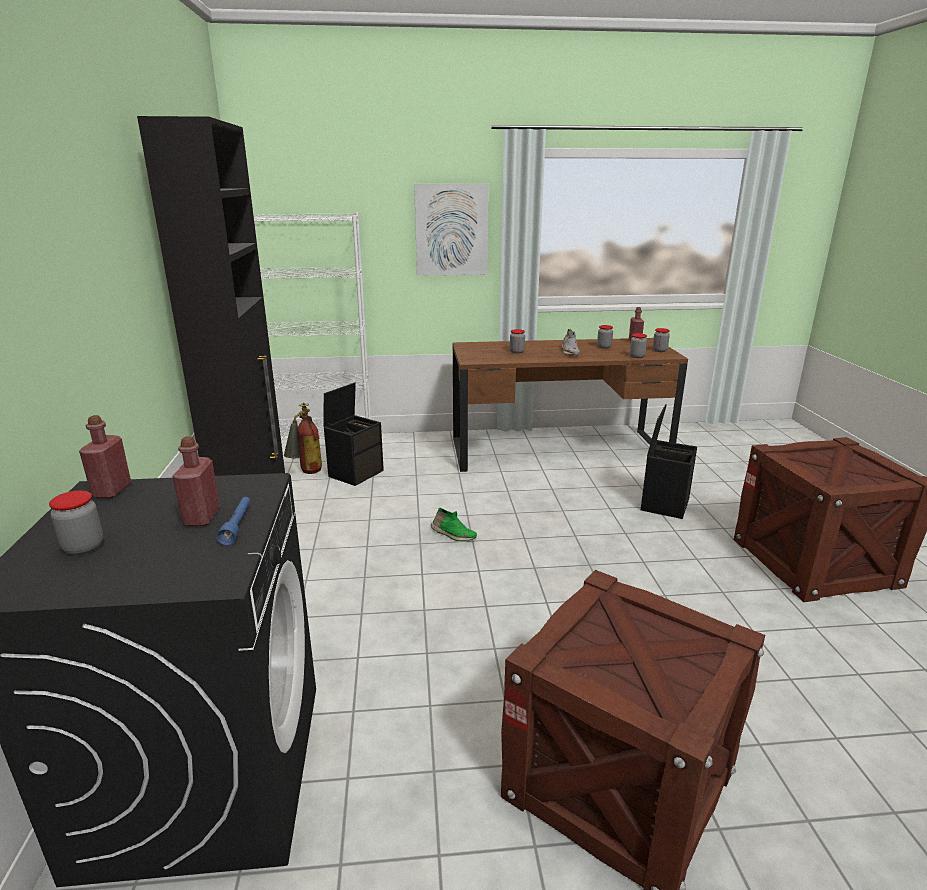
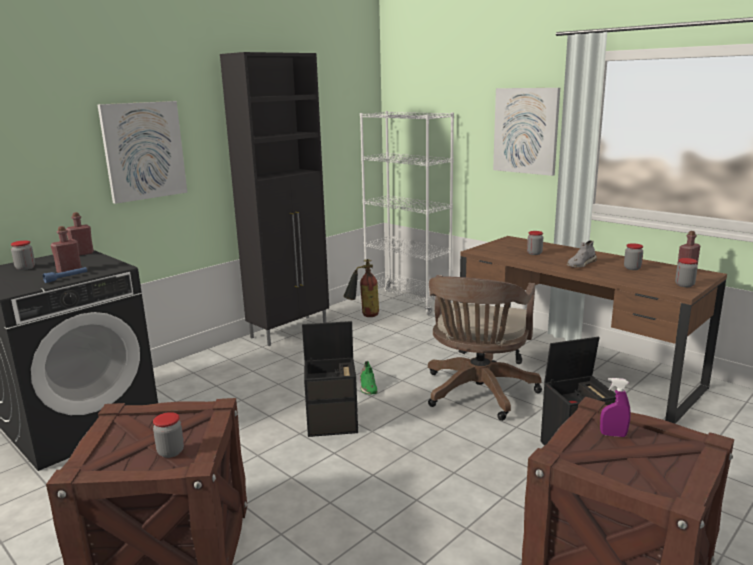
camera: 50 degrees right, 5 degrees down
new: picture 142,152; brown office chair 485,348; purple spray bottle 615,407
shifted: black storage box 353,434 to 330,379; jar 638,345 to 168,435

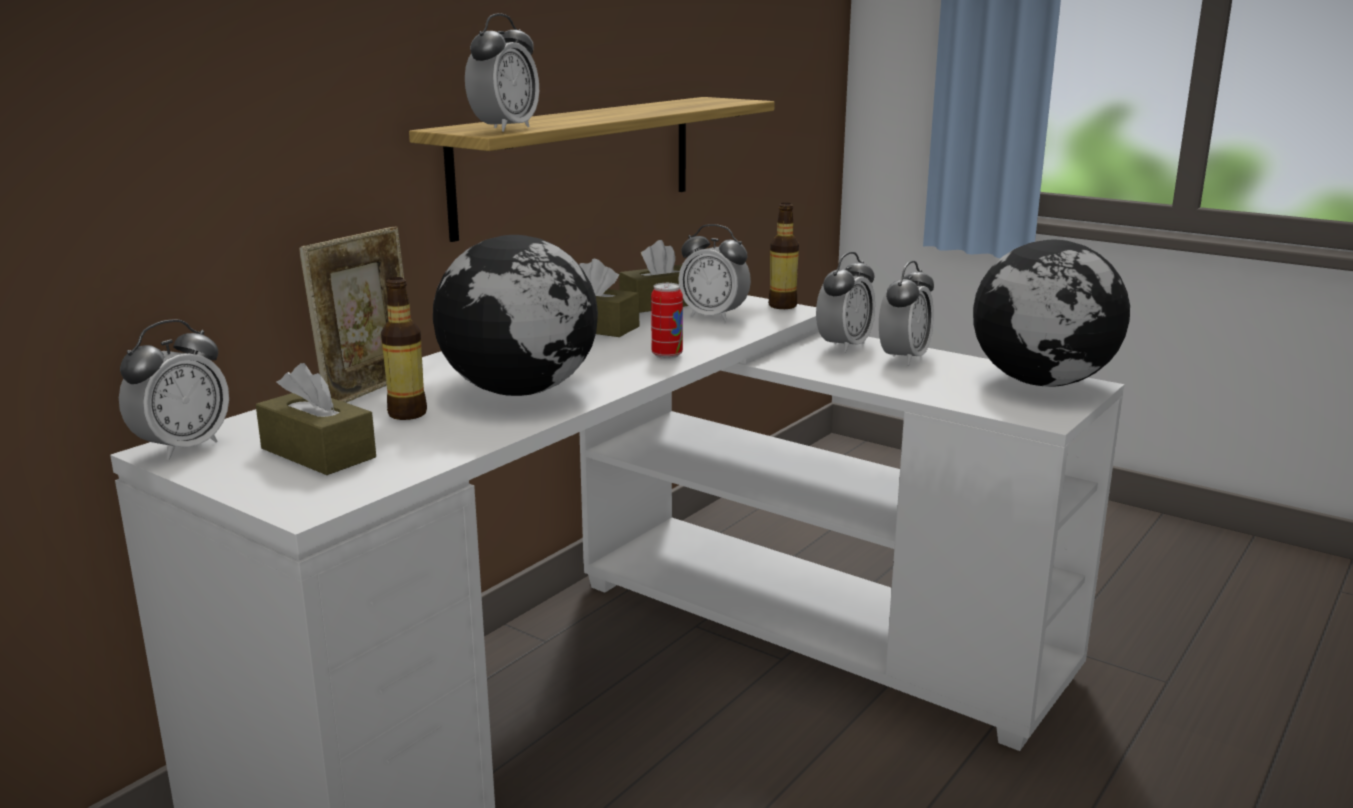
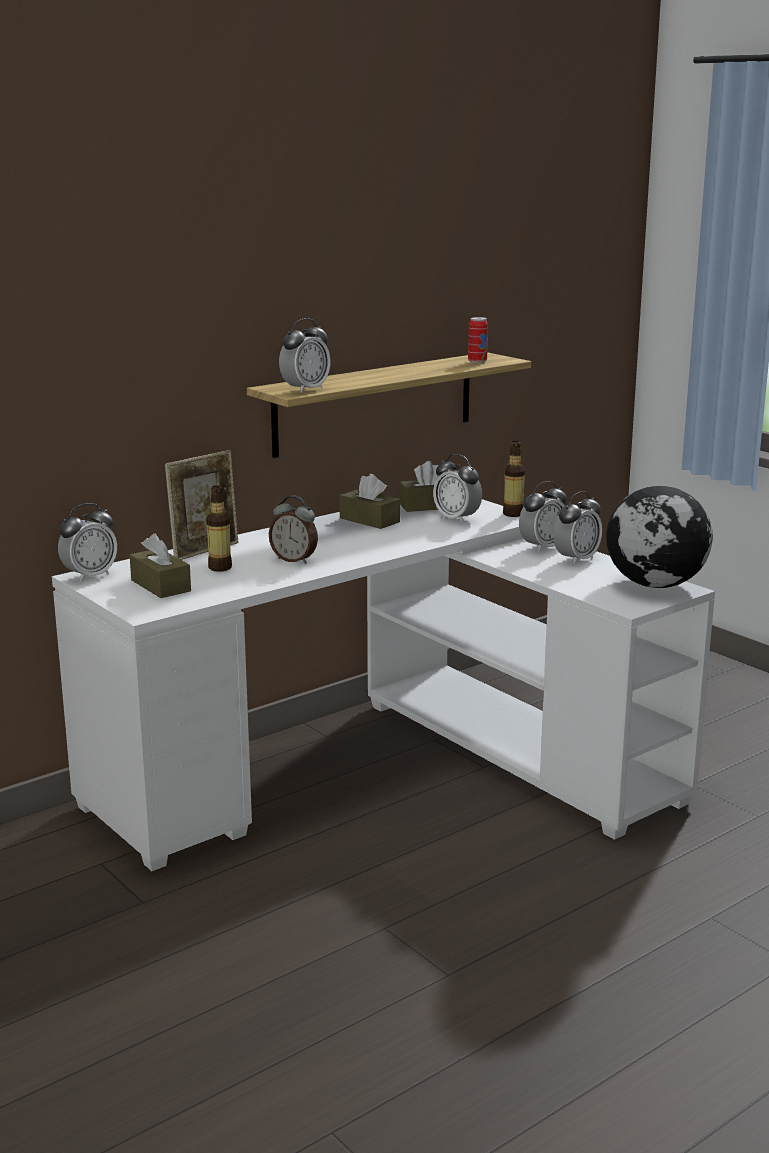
camera: 15 degrees right, 0 degrees up
shifted: can 667,321 to 478,340
swapped: globe 515,315 to alarm clock 293,530

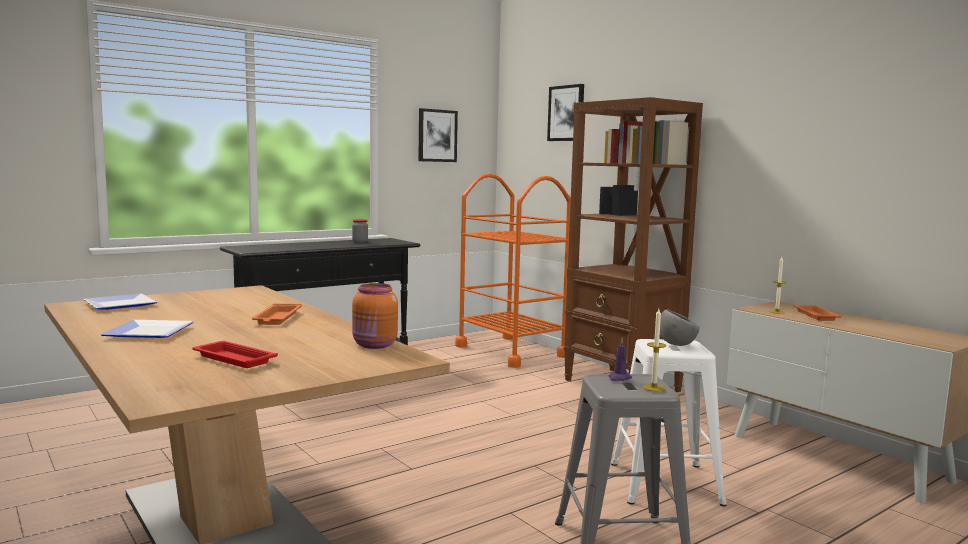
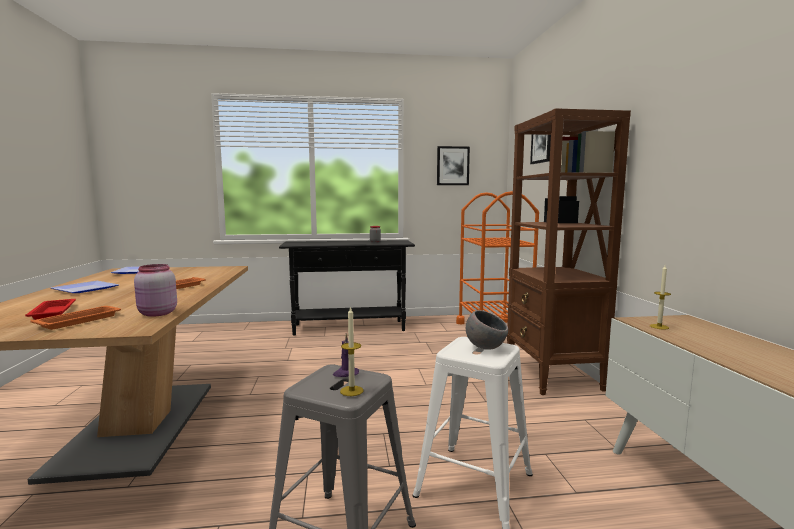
camera: 30 degrees right, 0 degrees up
shifted: orange tray 817,313 to 75,318
repainted: orange jar 375,316 to pink jar 155,290

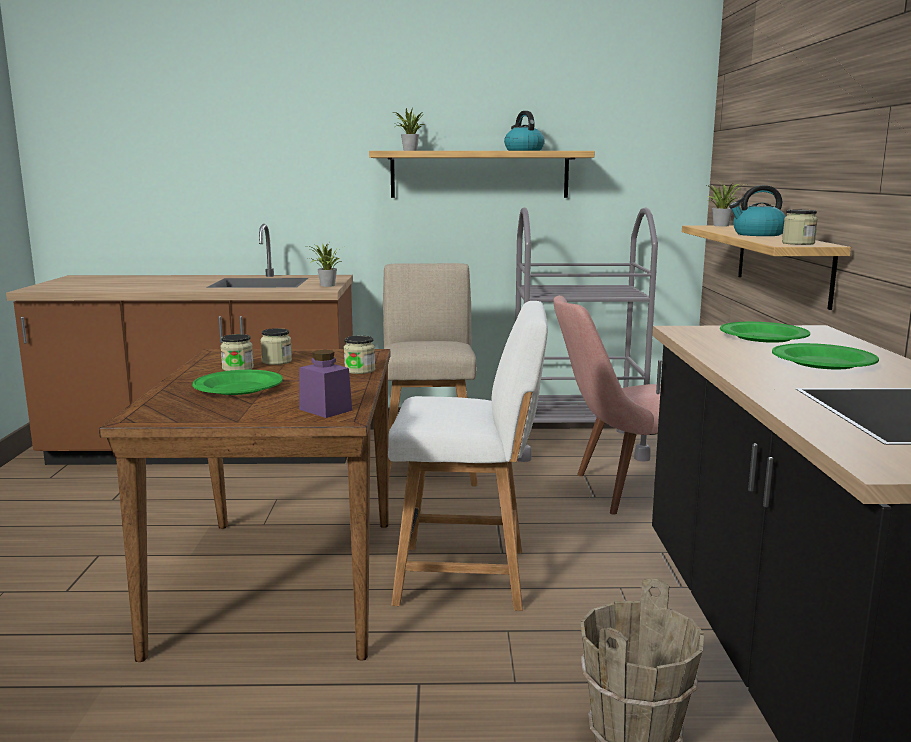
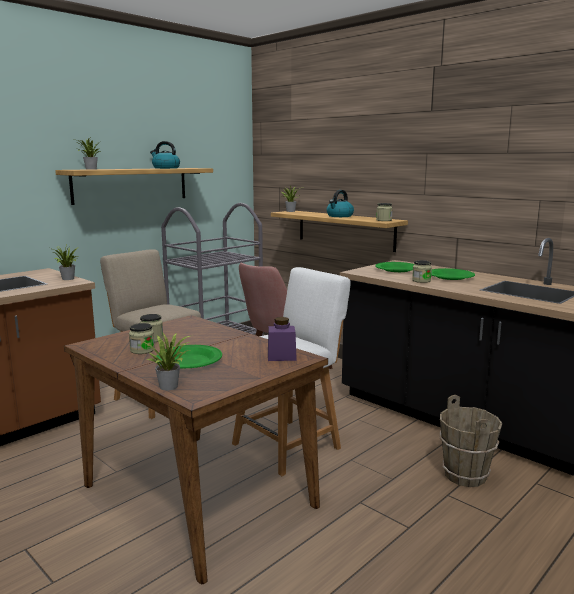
camera: 45 degrees left, 0 degrees up
new: potted plant 167,361
shifted: jar 359,355 to 422,271

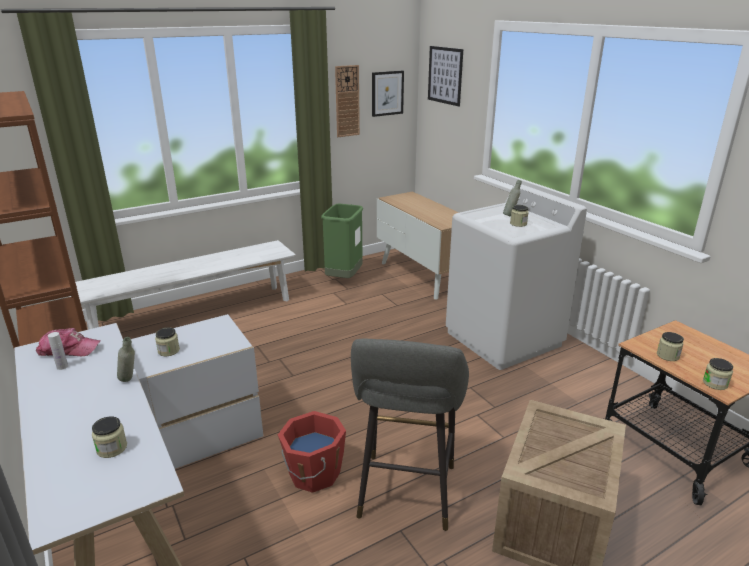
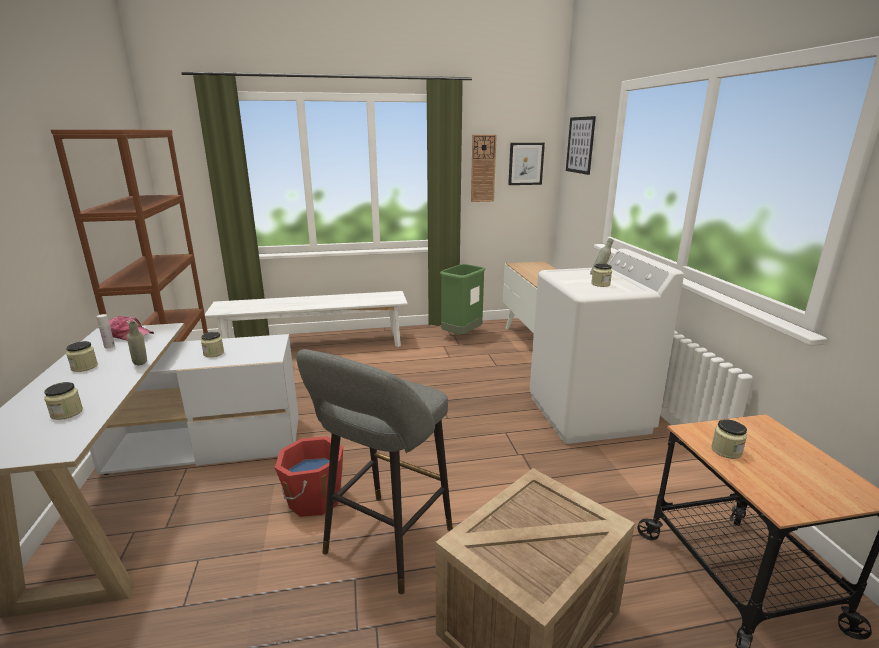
camera: 20 degrees right, 5 degrees down
shifted: jar 718,374 to 82,356

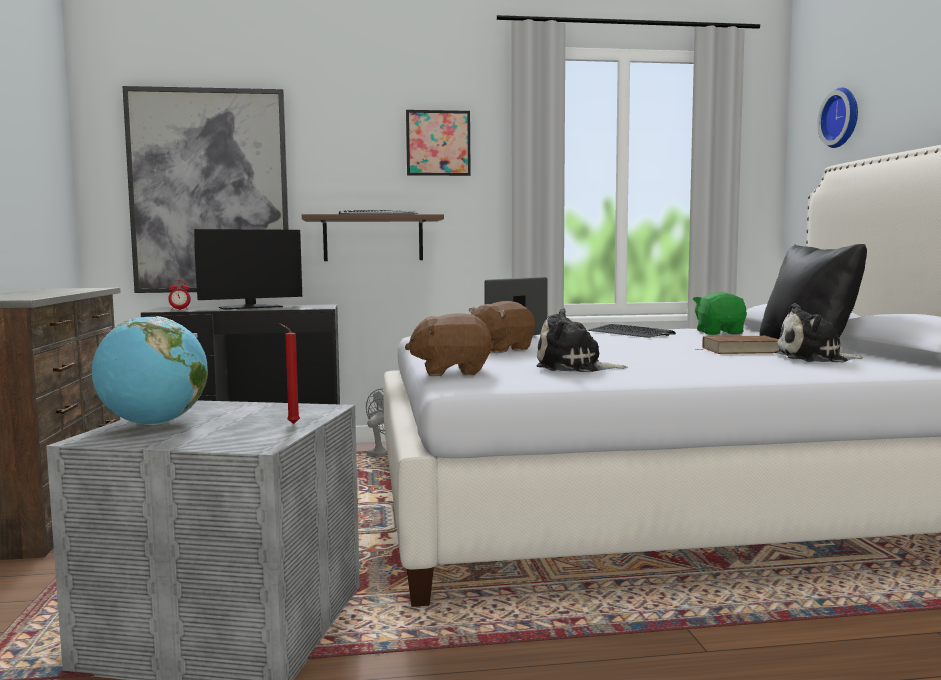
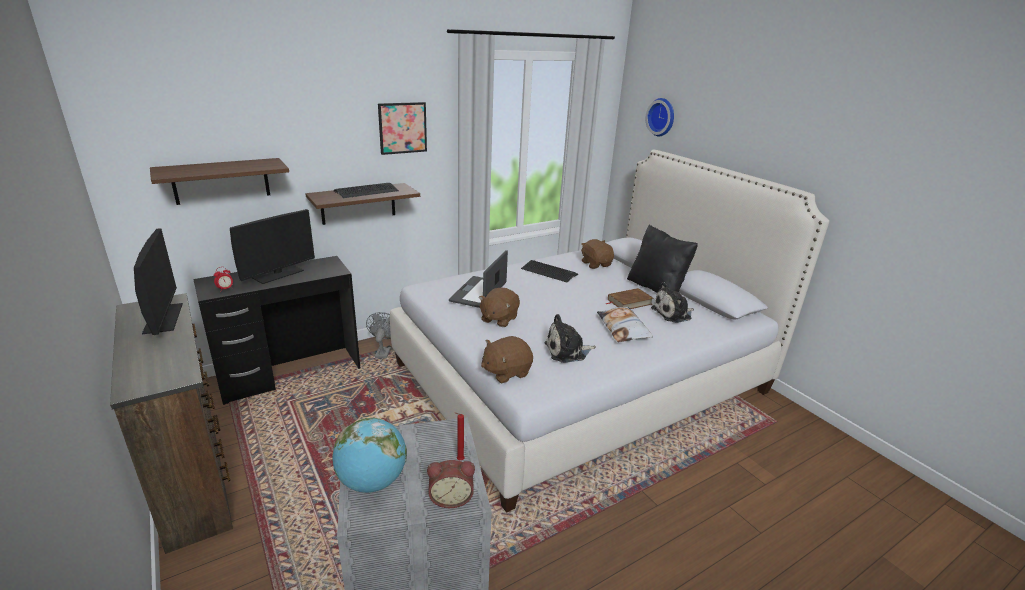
camera: 25 degrees left, 20 degrees up
new: monitor 158,281; alarm clock 451,484; pillow 625,324
swapped: picture 206,189 to shelf 219,181
repainted: green plush toy 720,313 to brown plush toy 597,254

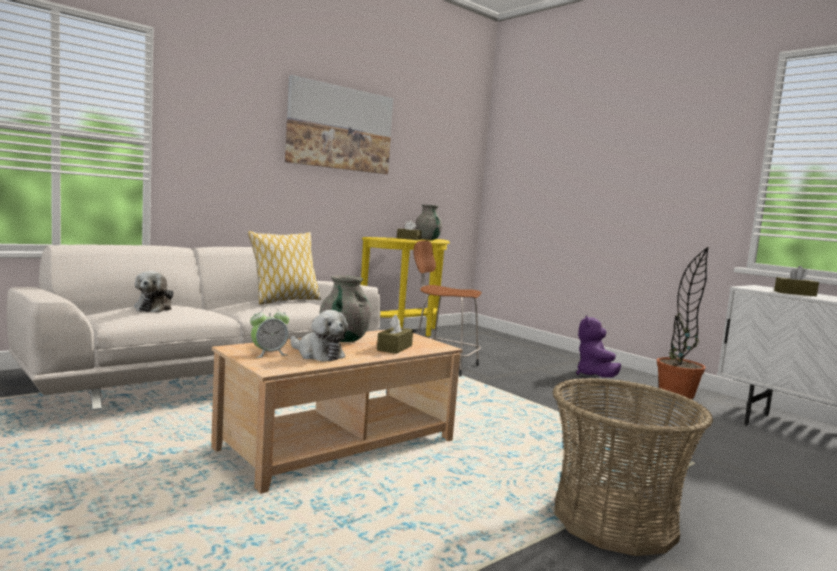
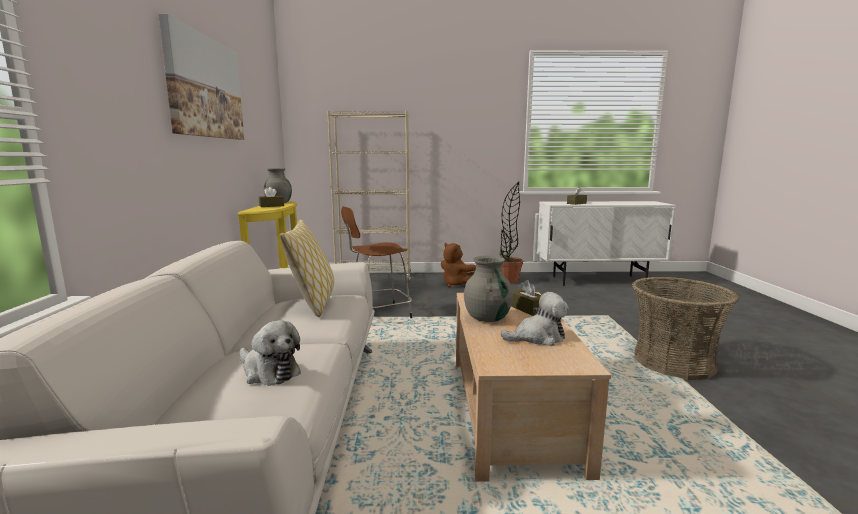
camera: 50 degrees left, 5 degrees up
gone: alarm clock 269,332
new: beige bookcase 369,196
repainted: purple plush toy 598,347 to brown plush toy 458,265

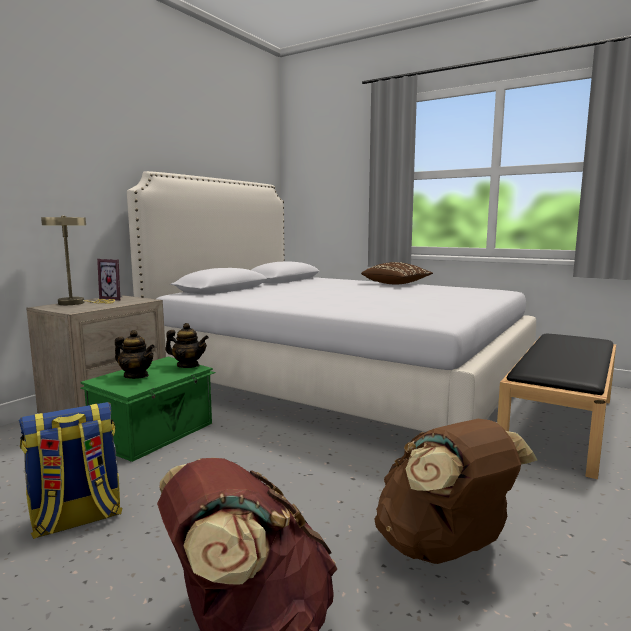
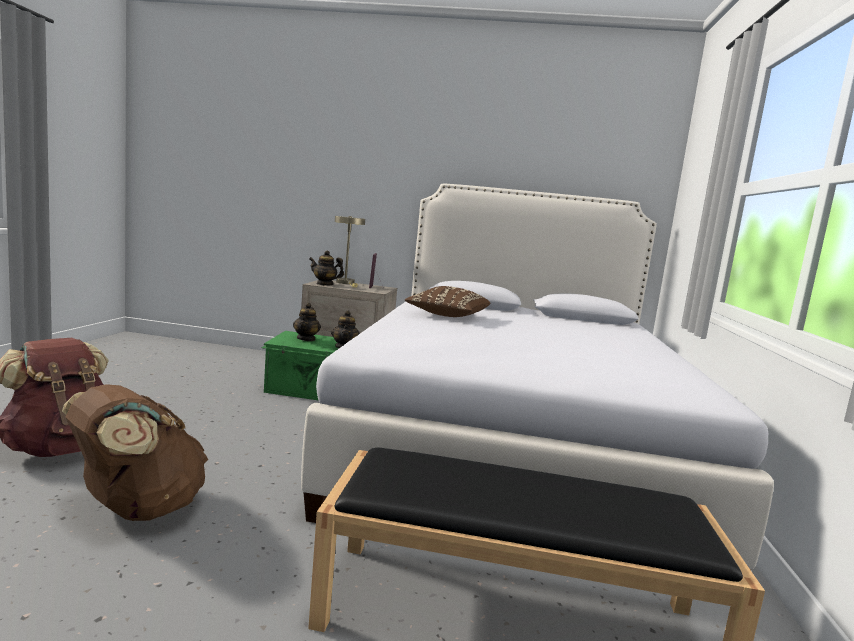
camera: 65 degrees right, 0 degrees up
gone: backpack 70,470
new: teapot 326,268
shifted: brown pillow 397,273 to 447,301

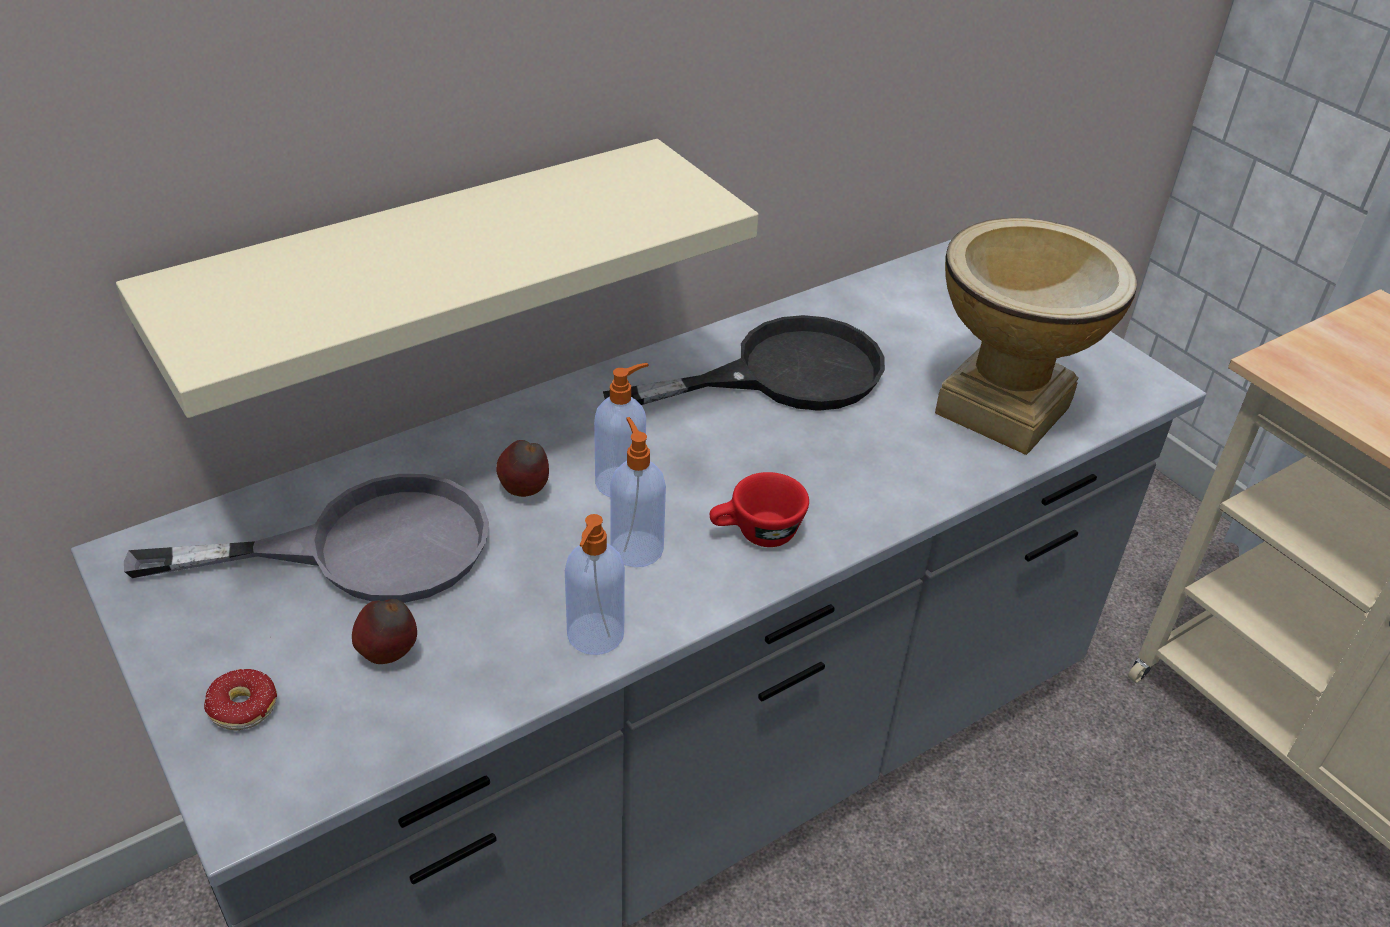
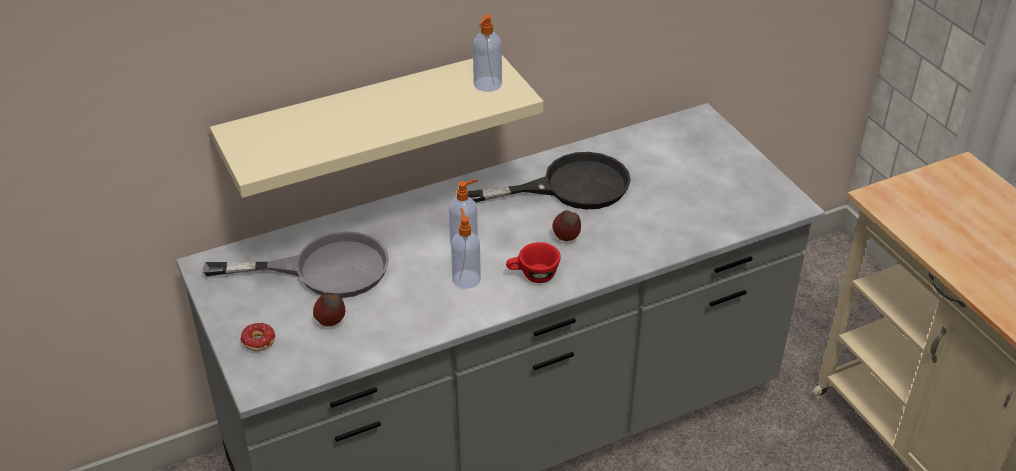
camera: 10 degrees right, 0 degrees up
gone: vase 1036,336
shifted: apple 522,468 to 566,225; soap dispenser 595,584 to 487,53

